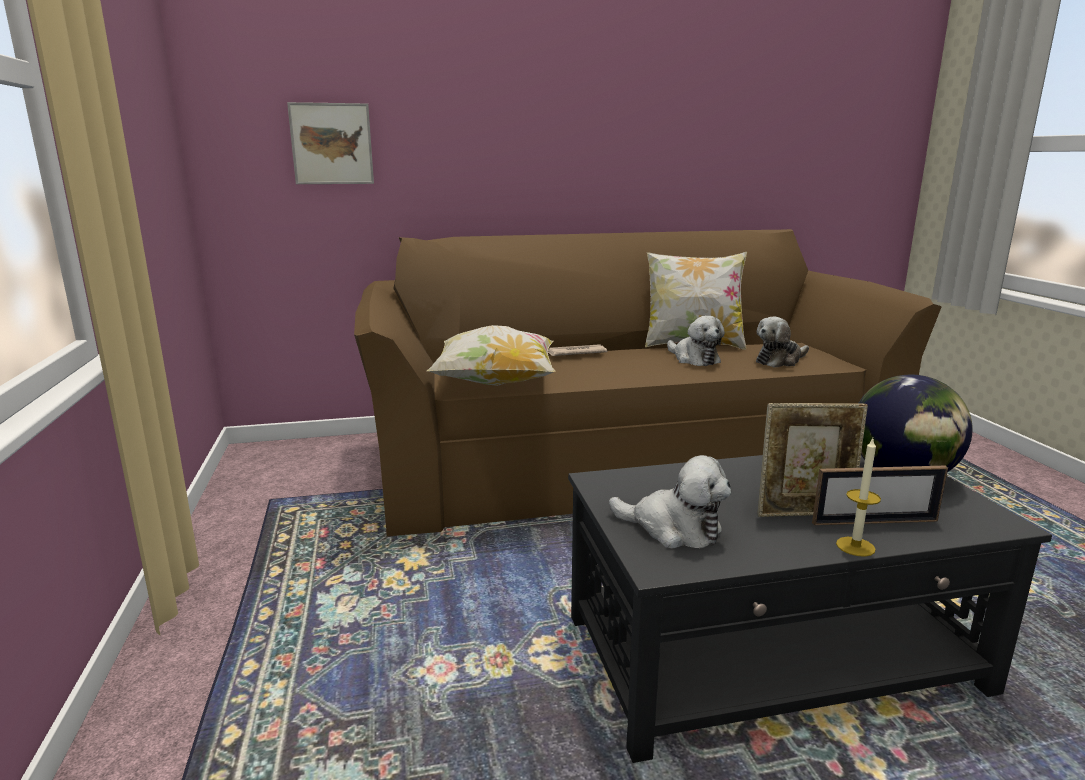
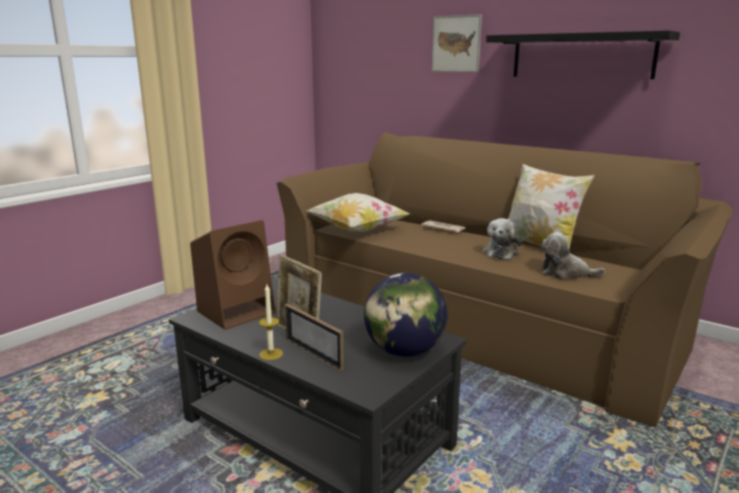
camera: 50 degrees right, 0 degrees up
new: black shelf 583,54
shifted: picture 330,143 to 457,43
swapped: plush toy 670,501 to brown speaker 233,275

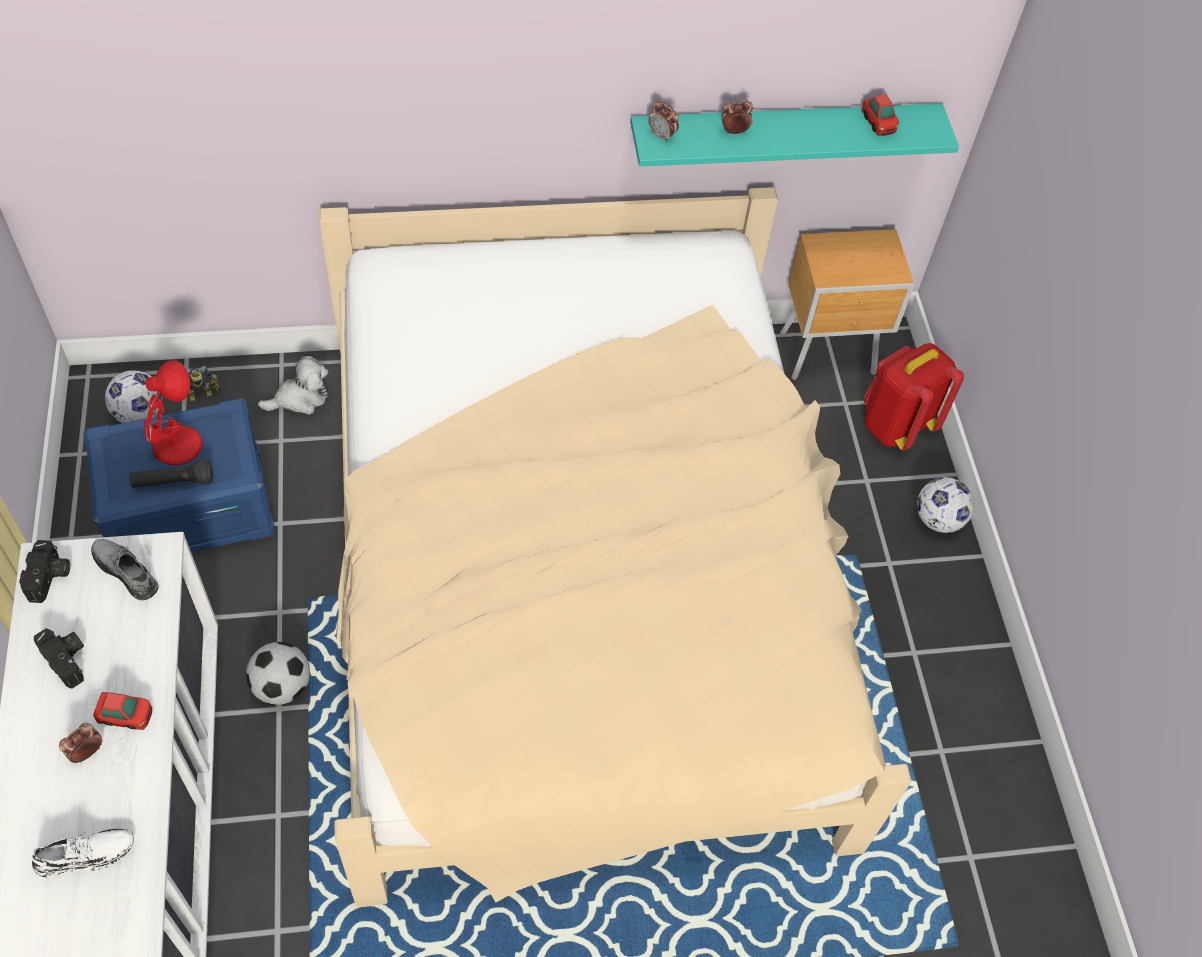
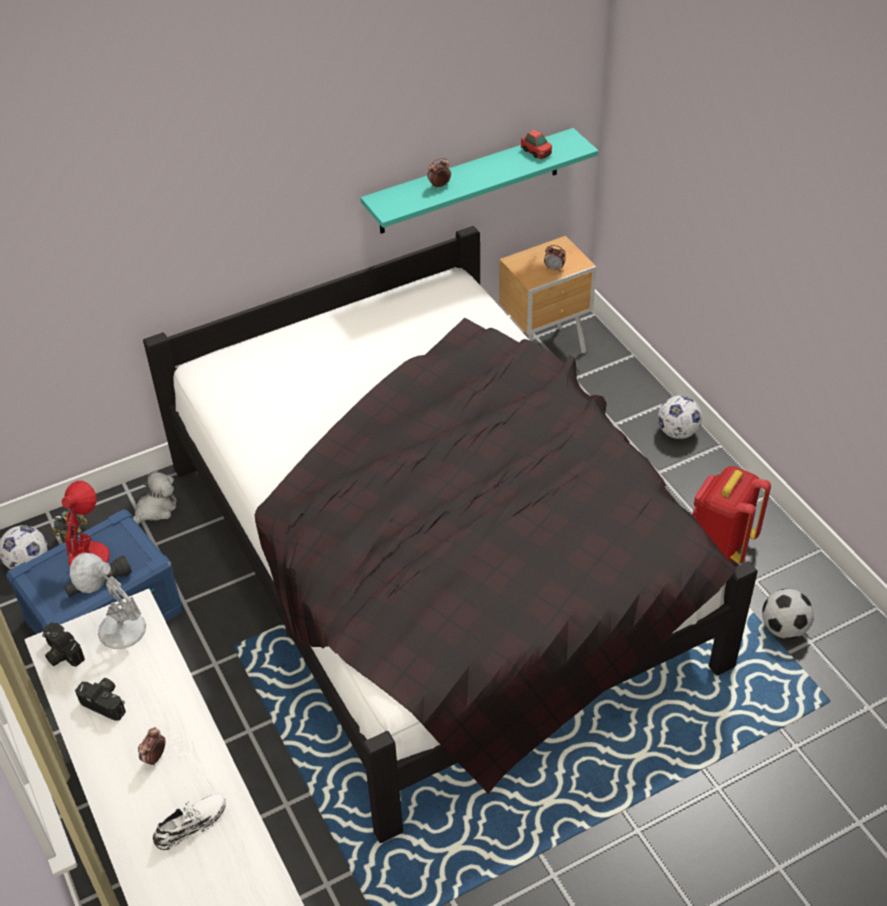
camera: 15 degrees left, 10 degrees down
gone: toy car 122,711
shifted: football 278,673 to 788,614; alarm clock 664,121 to 555,258; red backpack 914,396 to 731,514
swapped: grey shoe 124,569 to white table lamp 108,601
repainted: beige bed 615,547 to black bed 450,534
rotated: photo camera 44,571 = 63,644 150 degrees clockwise

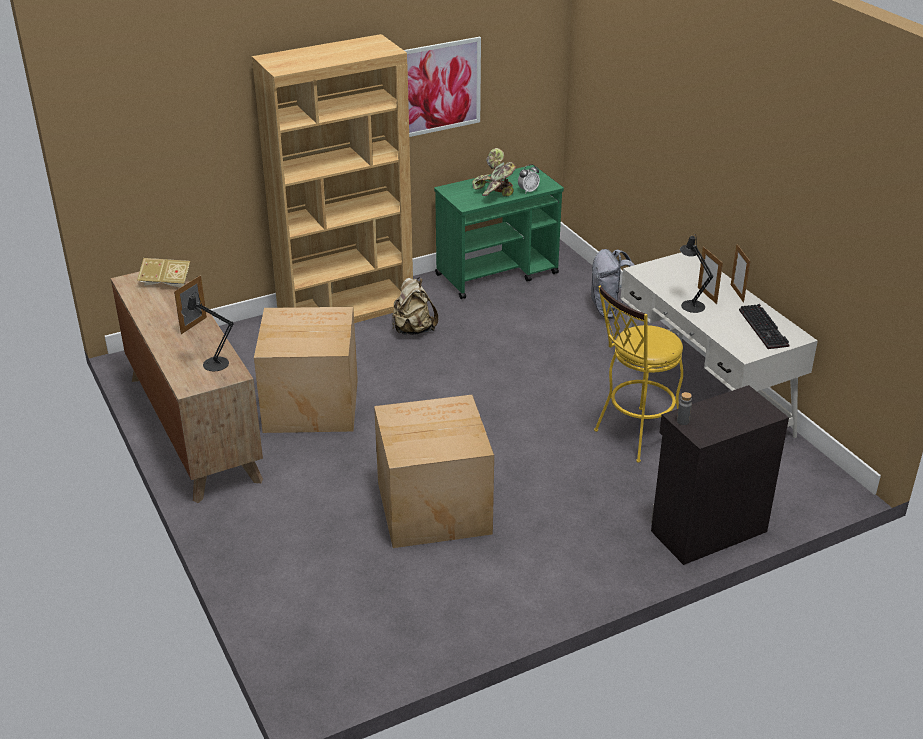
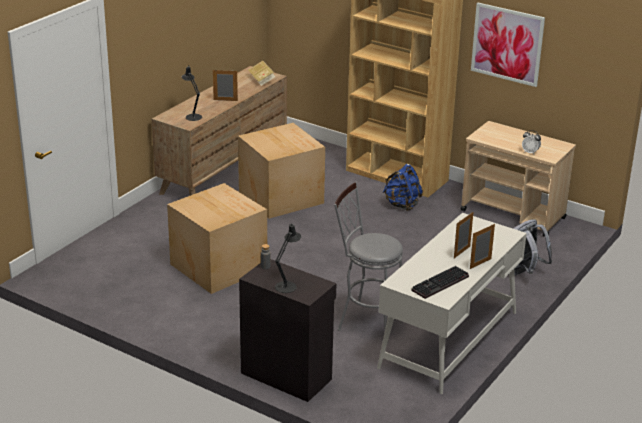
camera: 60 degrees right, 5 degrees down
gone: potted plant 494,172
shifted: black table lamp 696,273 to 288,258
repainted: beige backpack 415,306 to blue backpack 402,187; green cart 499,232 to beige cart 518,179; yellow stool 638,374 to grey stool 368,256

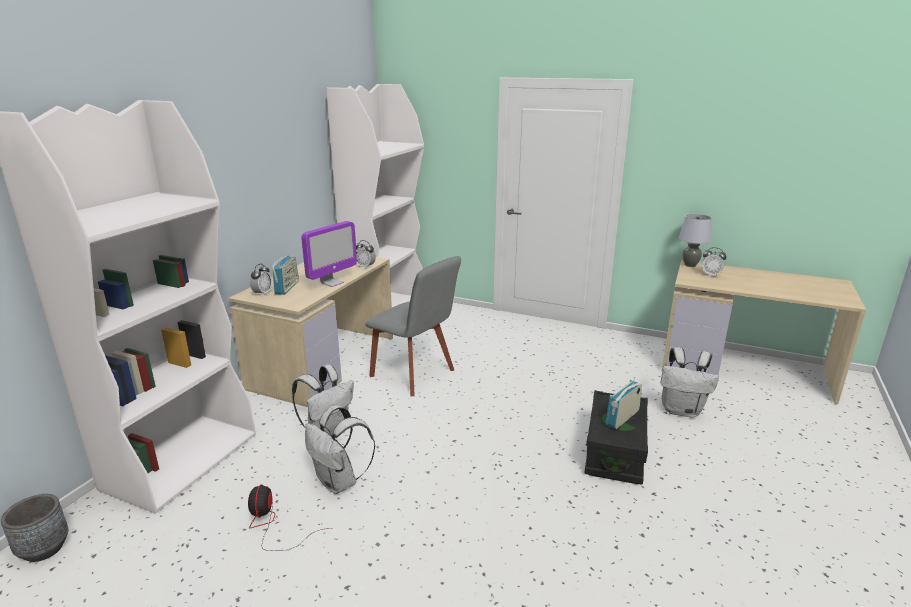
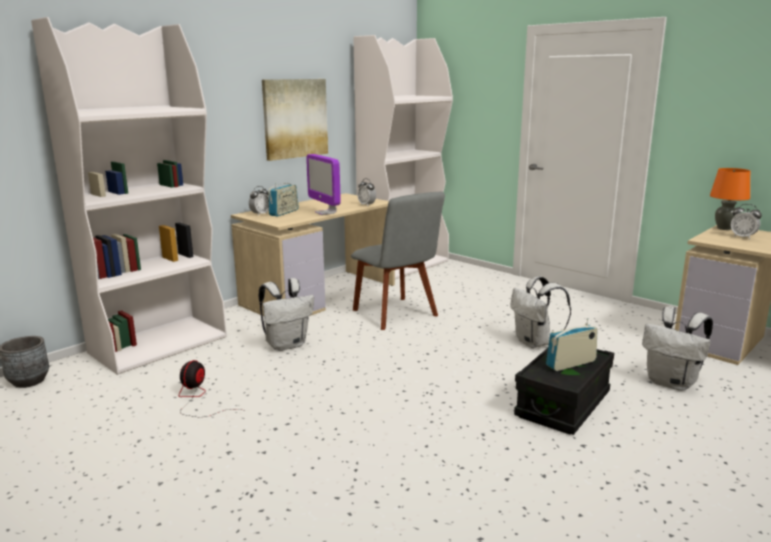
camera: 20 degrees right, 5 degrees down
new: picture 295,120
shifted: white backpack 340,449 to 541,312
repainted: grey table lamp 695,240 to orange table lamp 730,199
rotated: monitor 329,254 = 323,184 90 degrees clockwise

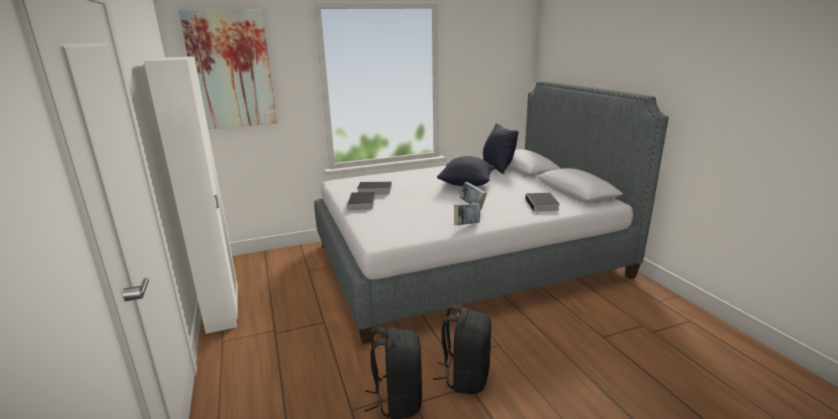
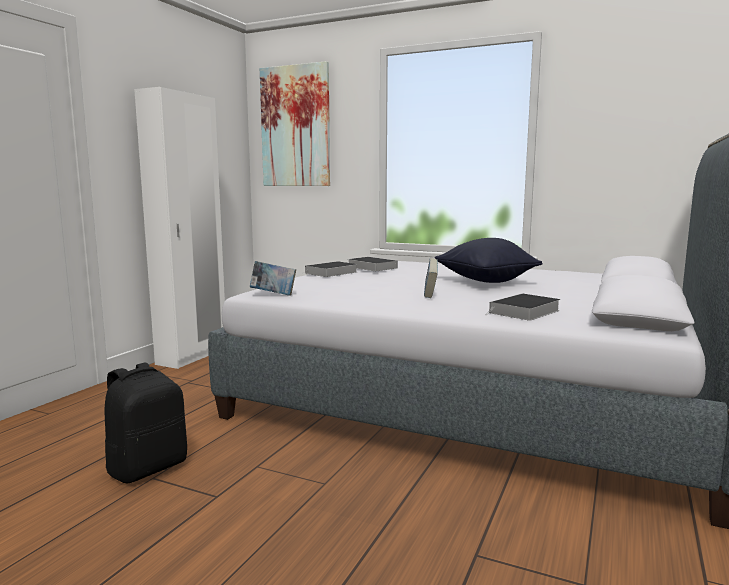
camera: 45 degrees right, 10 degrees down
gone: black backpack 462,350; black pillow 500,148
shifted: book 467,214 to 273,278

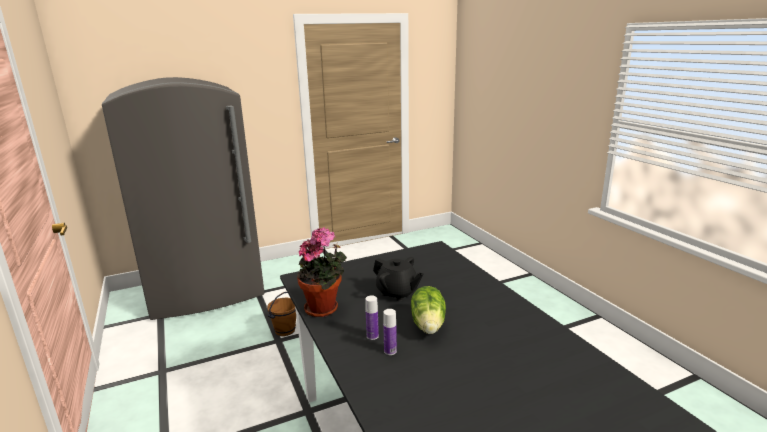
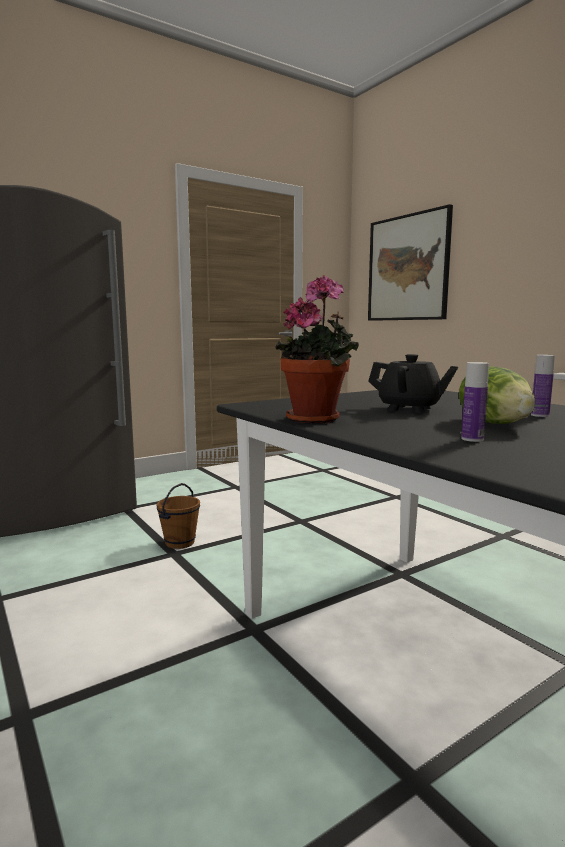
camera: 10 degrees left, 10 degrees down
new: picture 410,262
shifted: bottle 372,318 to 543,386

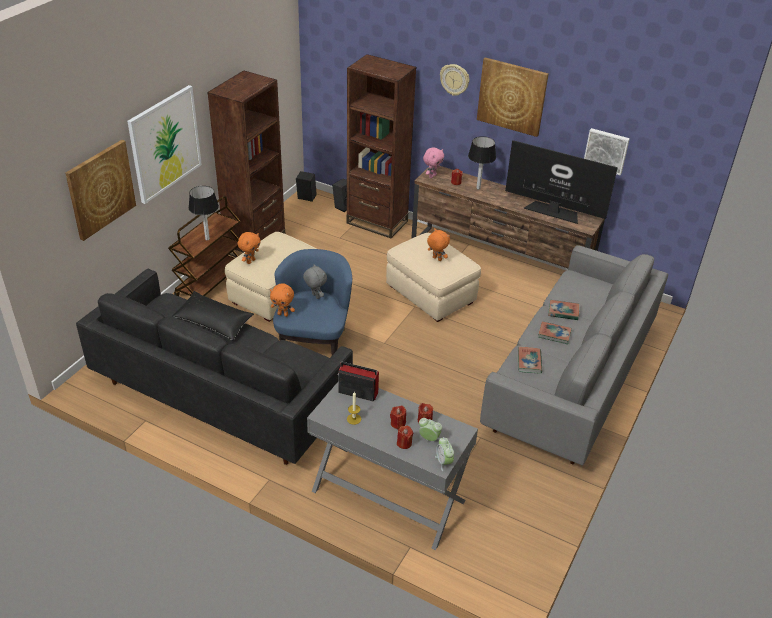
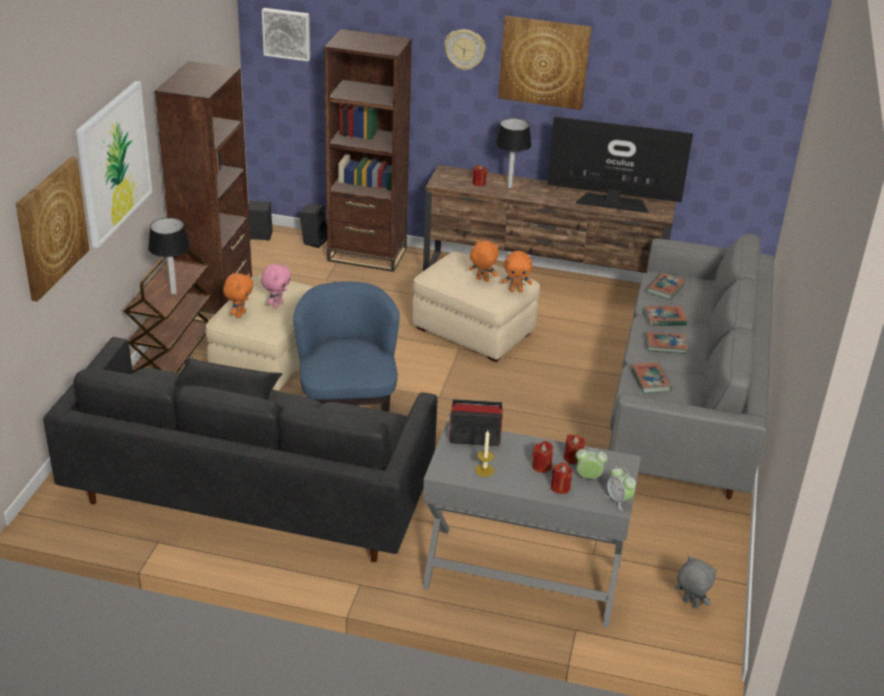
camera: 15 degrees left, 5 degrees down
new: book 666,286
shifted: orange plush toy 282,300 to 516,271; grey plush toy 315,281 to 696,582; pink plush toy 433,162 to 276,286; picture 607,151 to 286,34

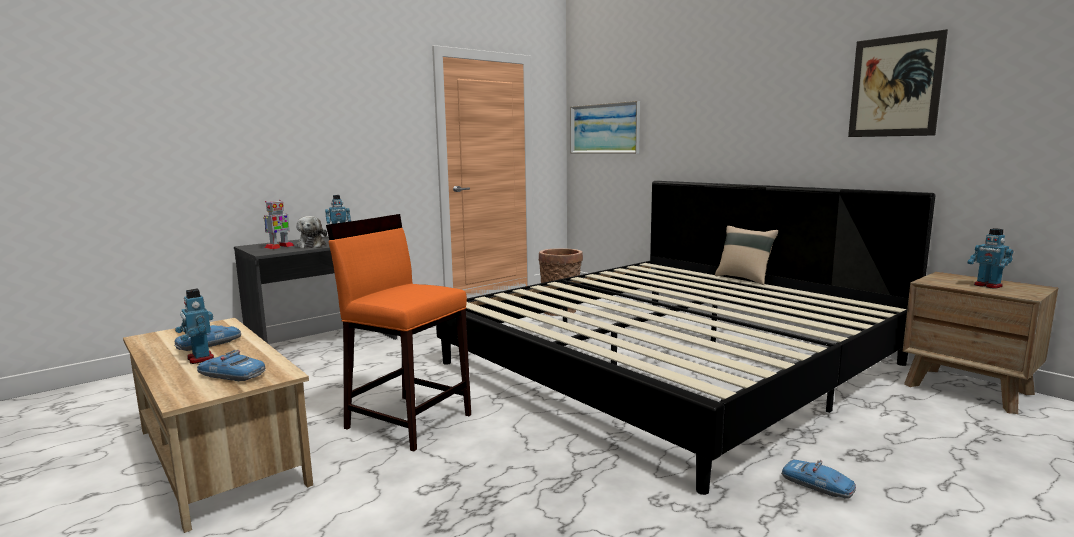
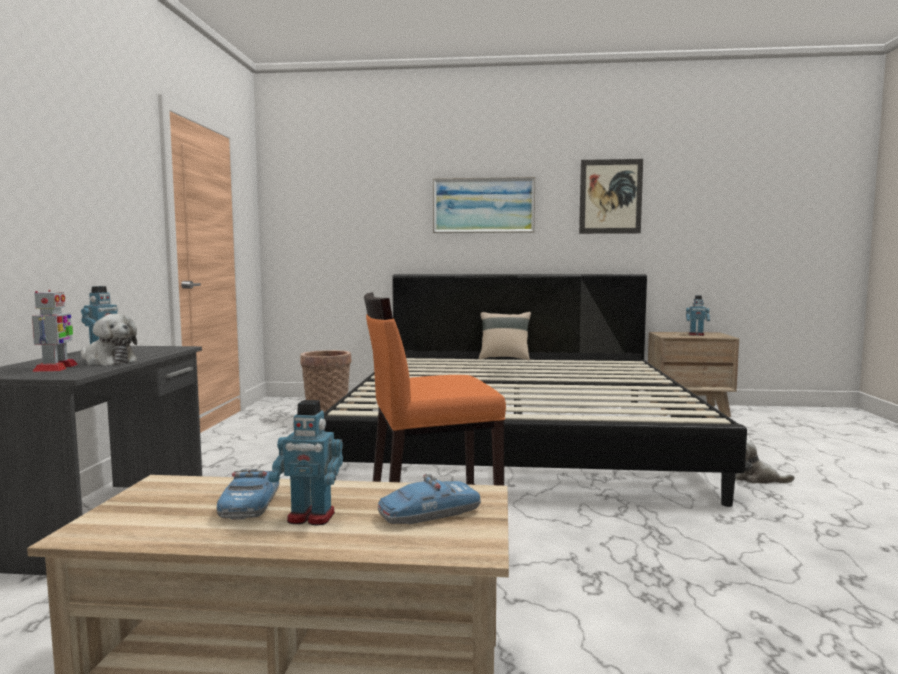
camera: 45 degrees left, 5 degrees down
shifted: picture 605,127 to 484,205
swapped: toy car 818,479 to plush toy 765,462

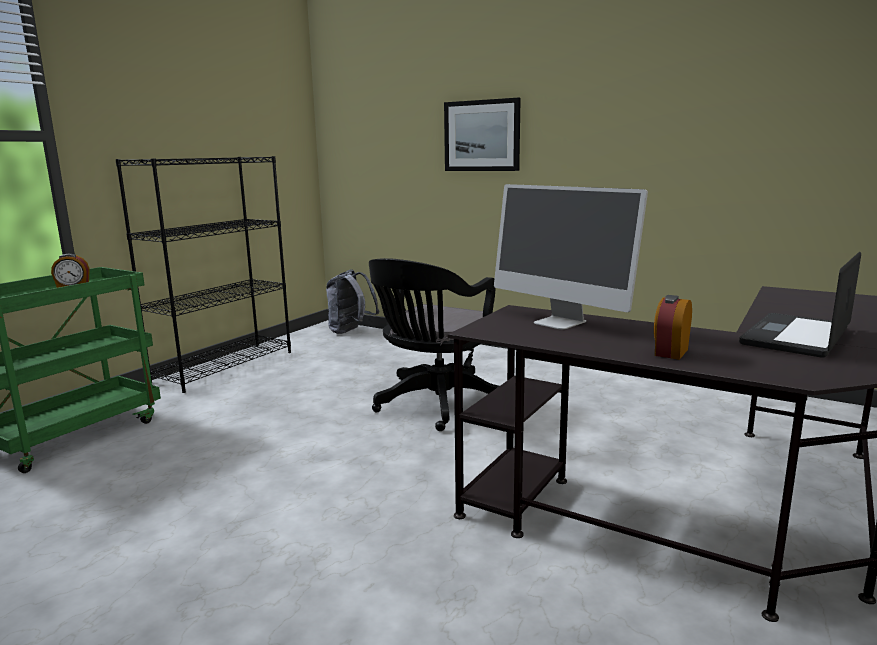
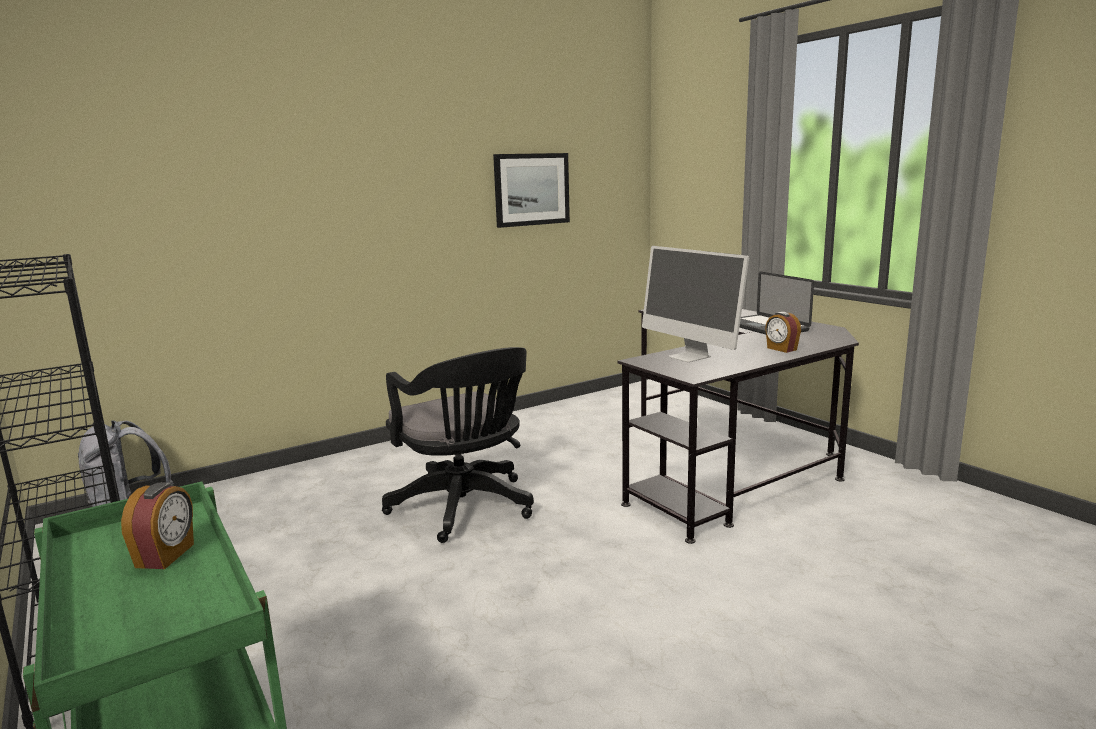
camera: 65 degrees left, 0 degrees up
shifted: picture 482,134 to 531,190
rotated: monitor 571,257 = 695,304 75 degrees clockwise

